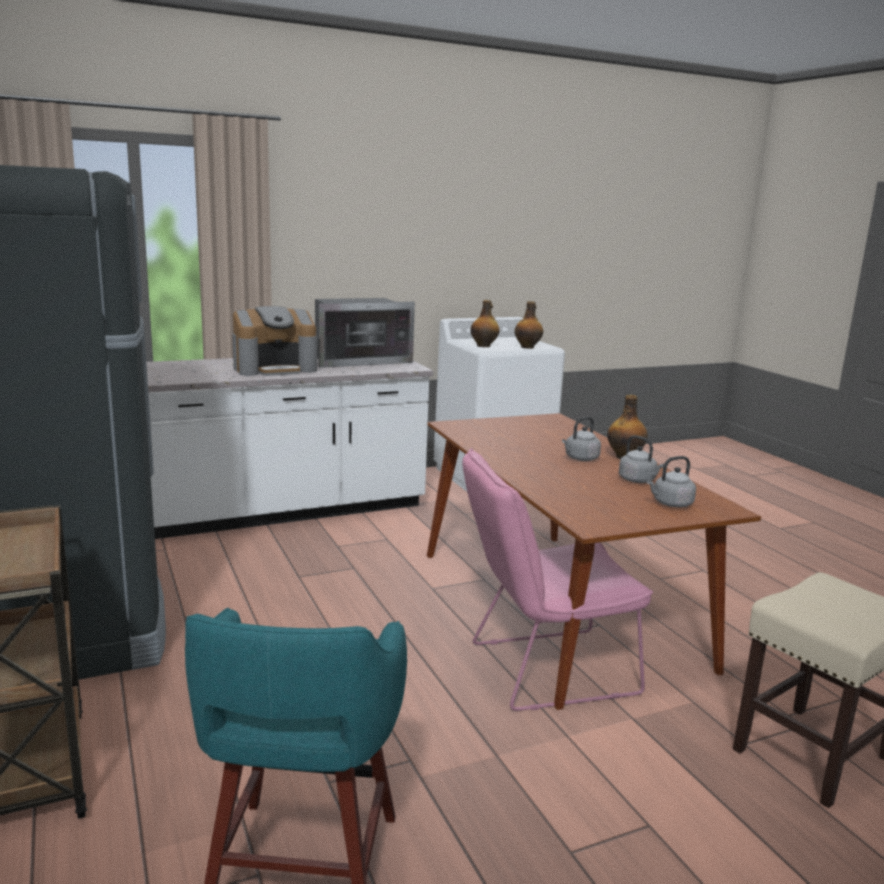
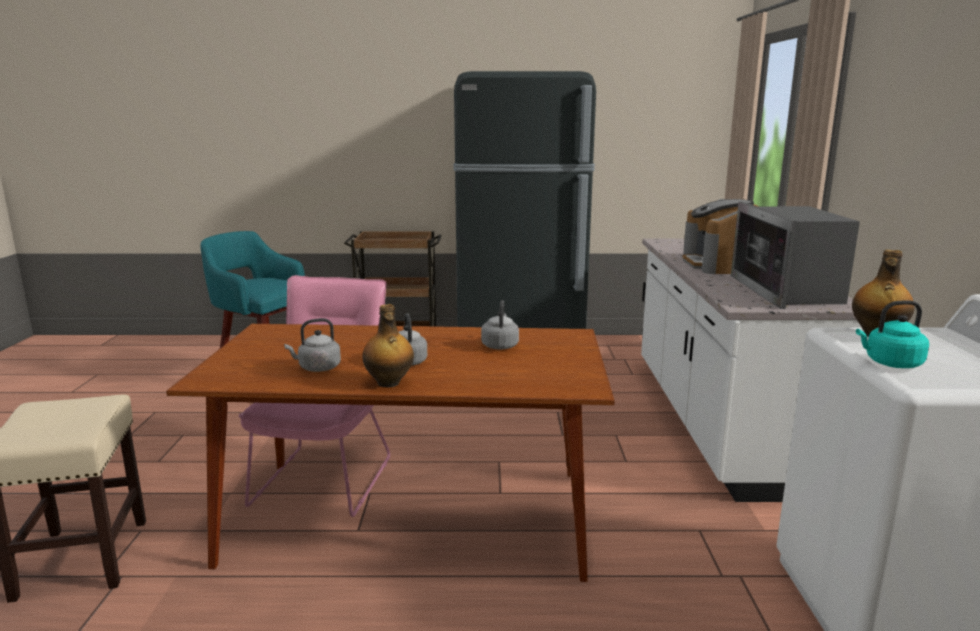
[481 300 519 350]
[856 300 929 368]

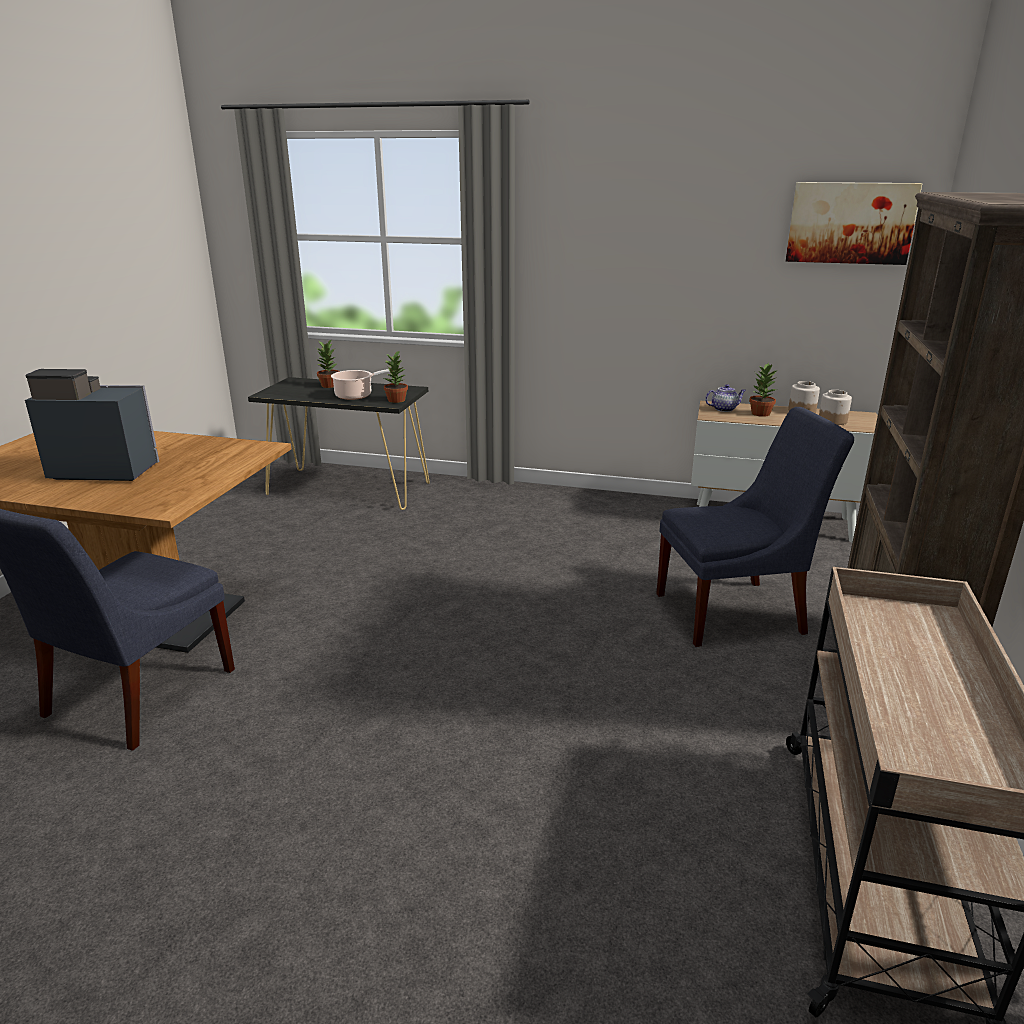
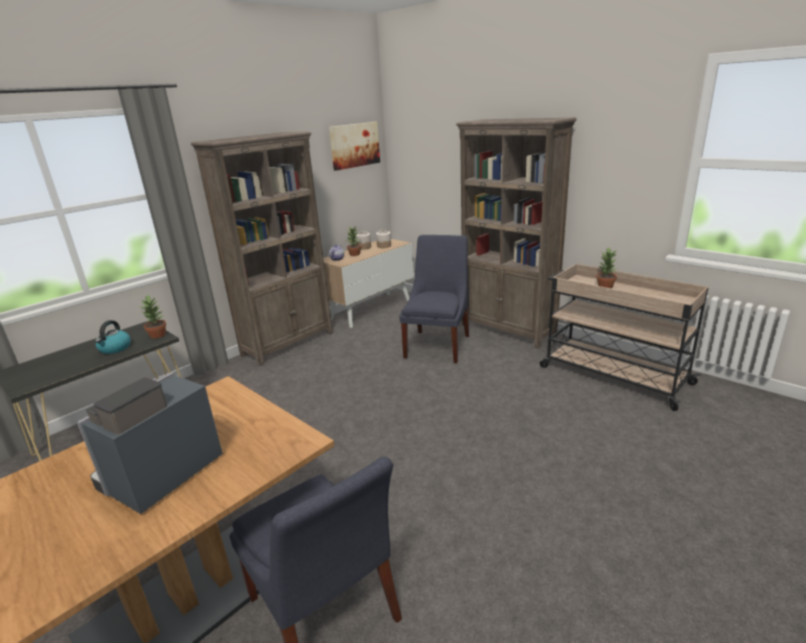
[191 132 334 366]
[596 247 618 288]
[95 320 131 354]

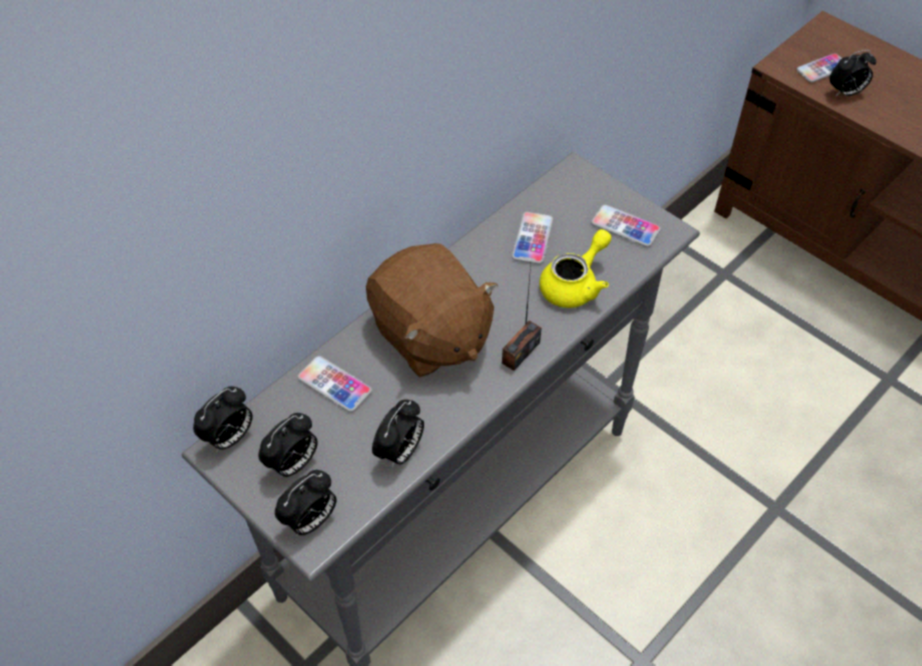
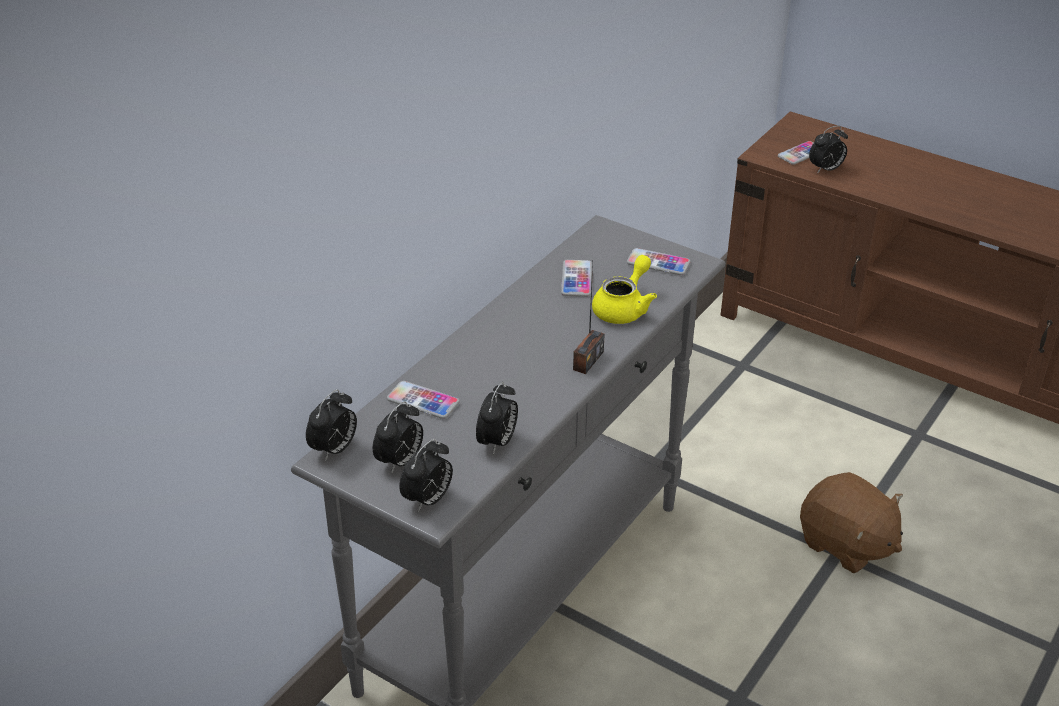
[800 472 903 573]

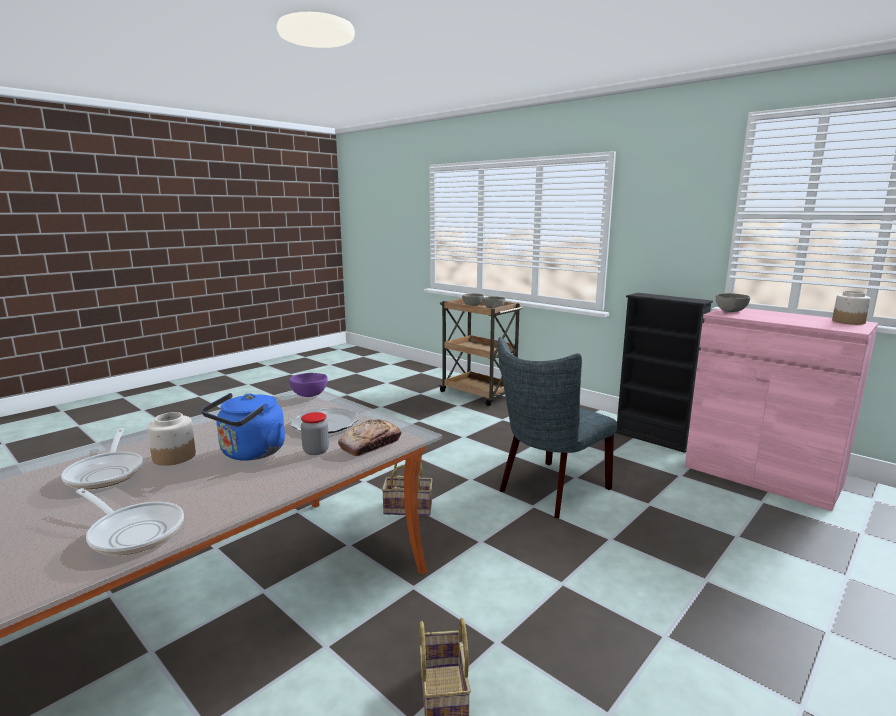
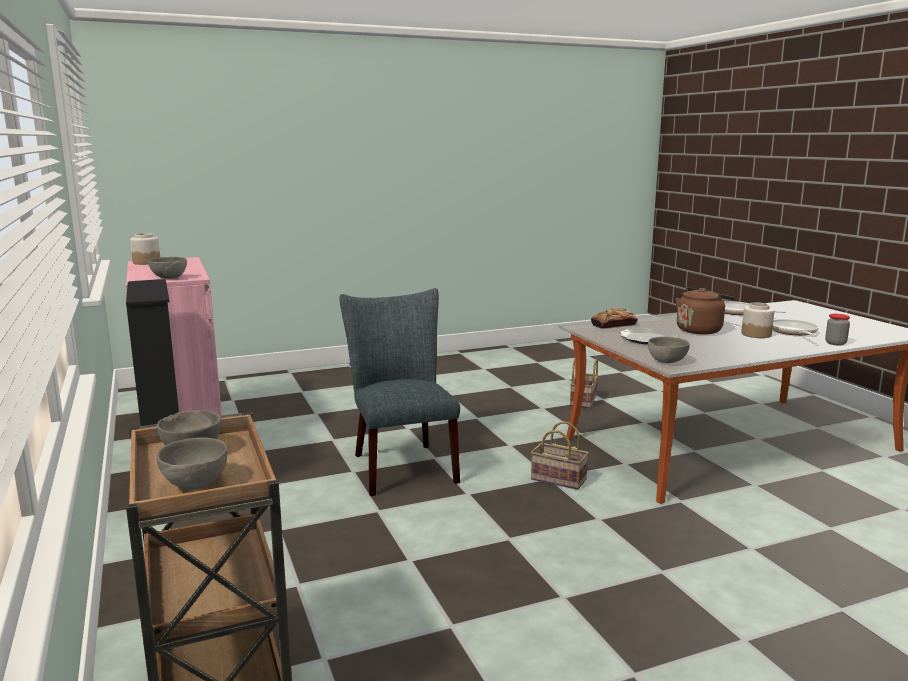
[825 314 850 345]
[676 287 735 334]
[648 337 690 363]
[340 288 460 496]

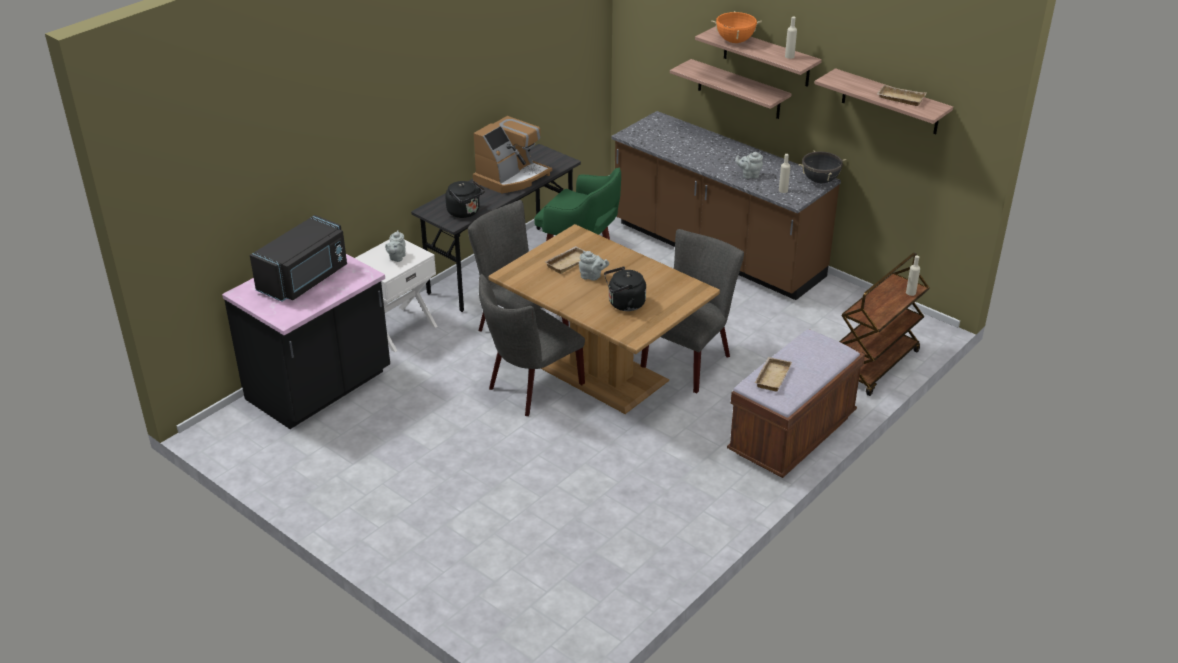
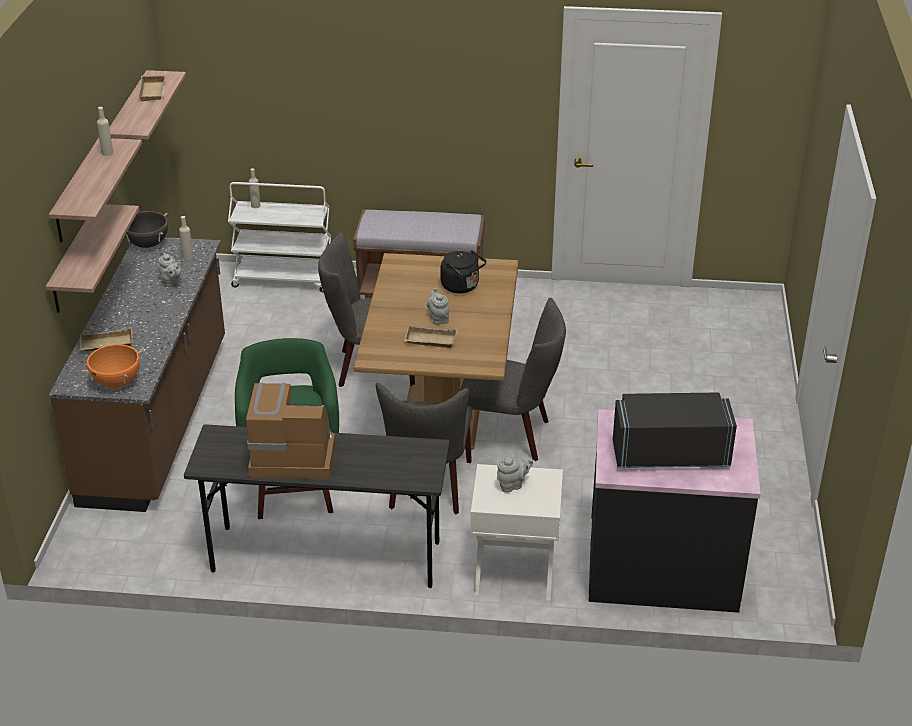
[445 180 485 218] (first image)
[82 344 144 388]
[80 327 133 352]
[228 182 331 292]

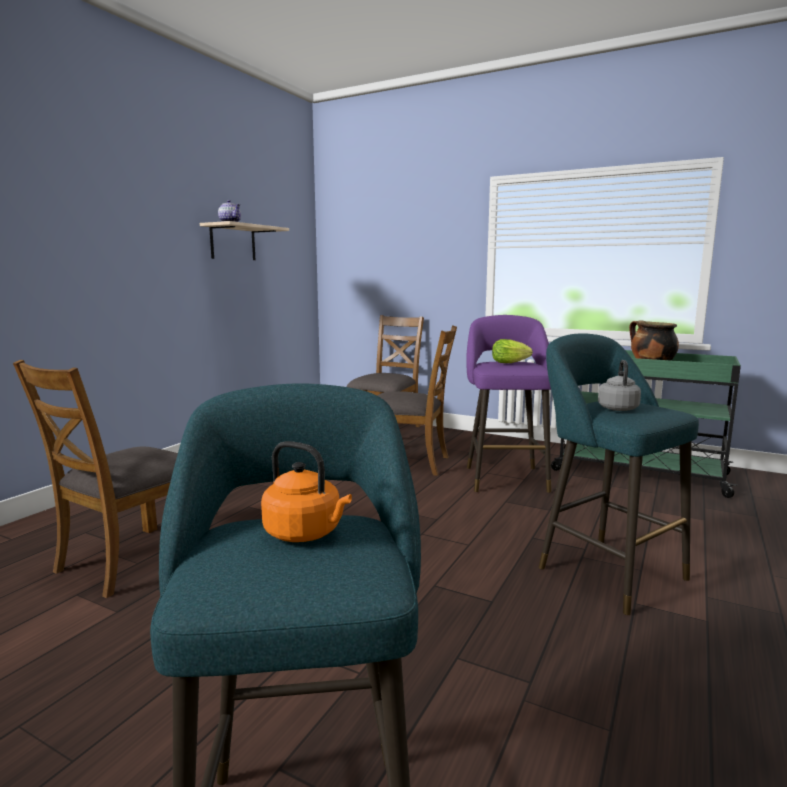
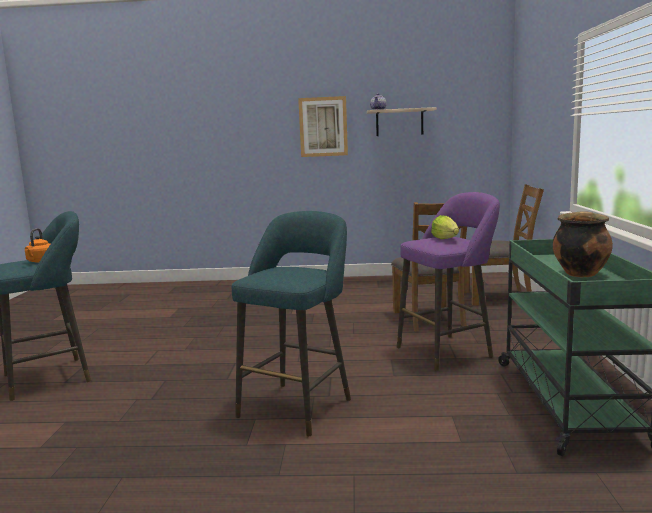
[13 360 178 598] (first image)
[598 360 641 411] (first image)
[298 96 348 157]

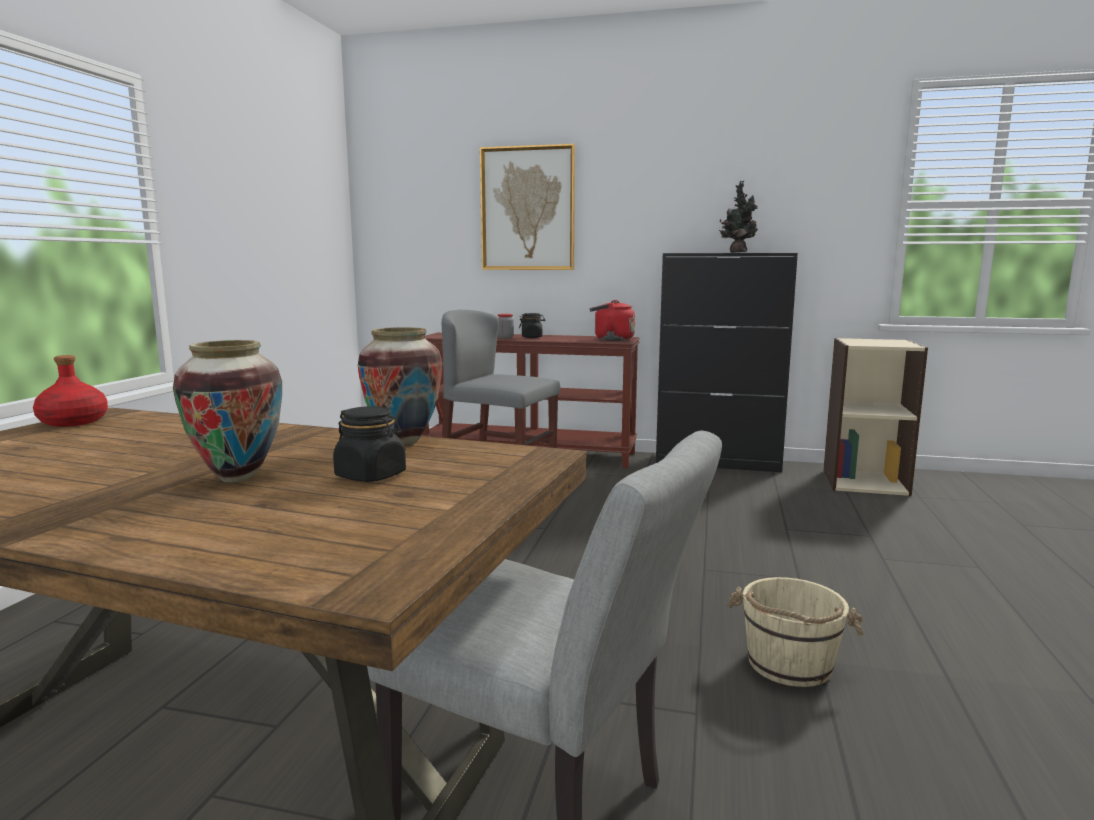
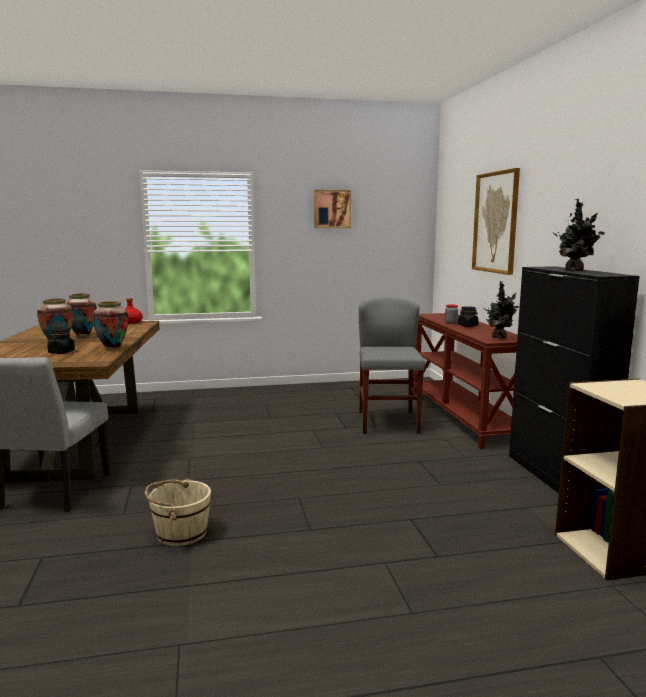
[65 294 97 337]
[314 190 352 228]
[484 282 519 339]

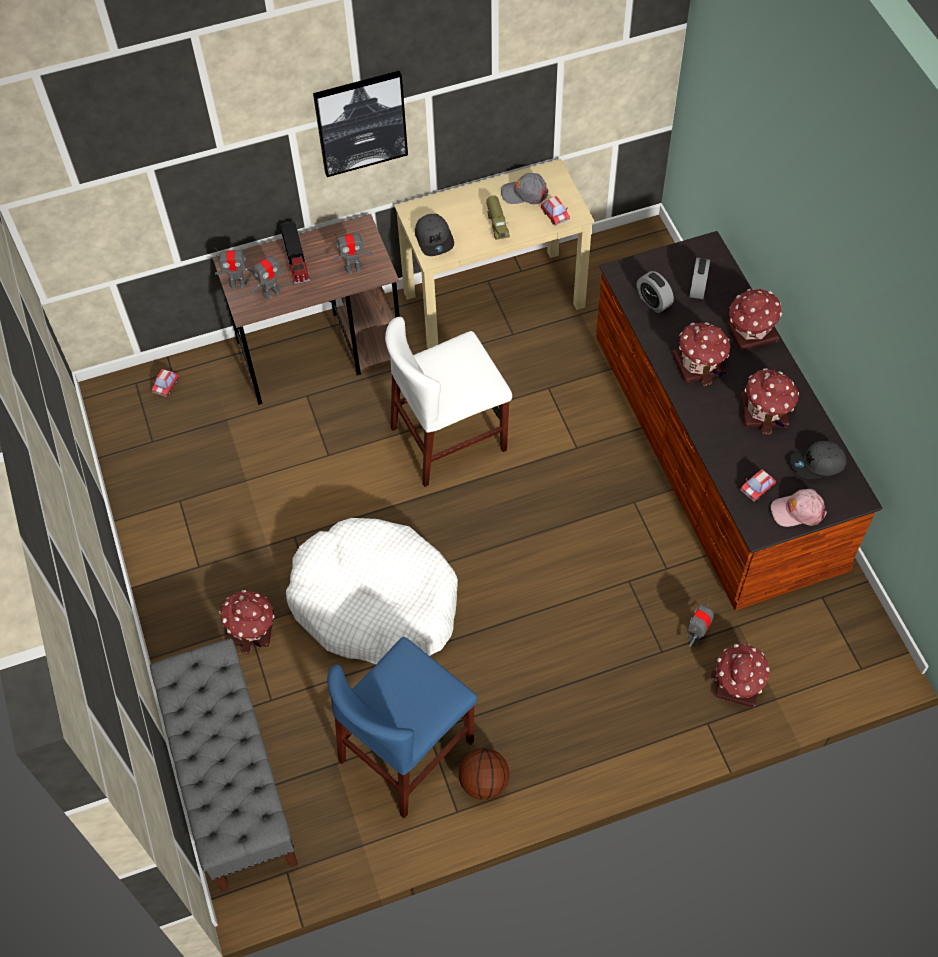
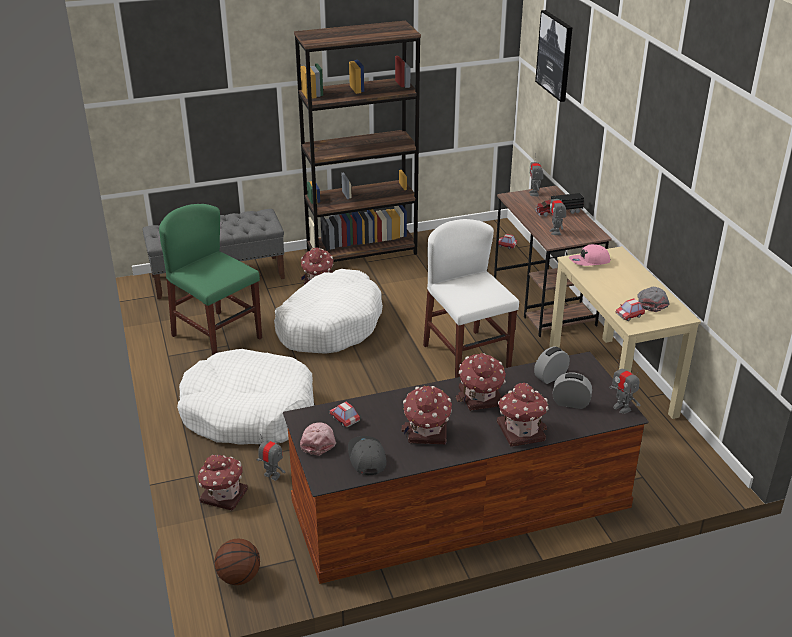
[486 195 510 240] (first image)
[177 349 314 445]
[294 21 421 262]
[609 359 640 414]
[535 10 572 102]
[214 539 260 585]
[159 204 262 355]
[569 244 610 266]

